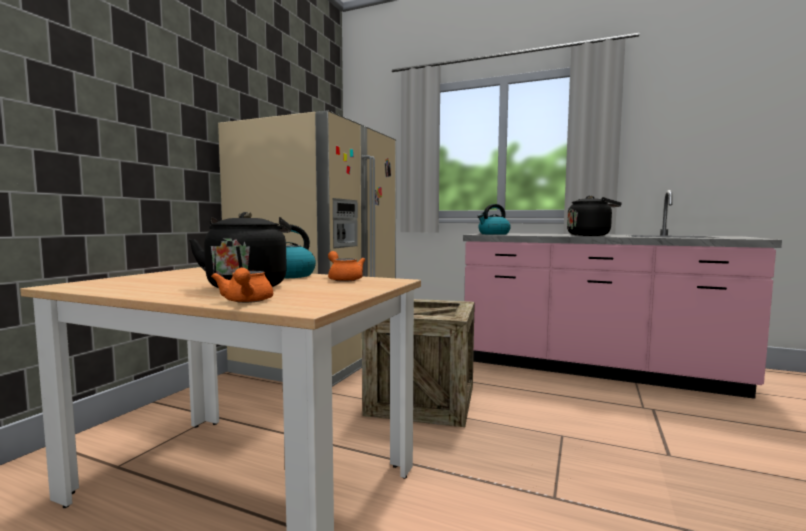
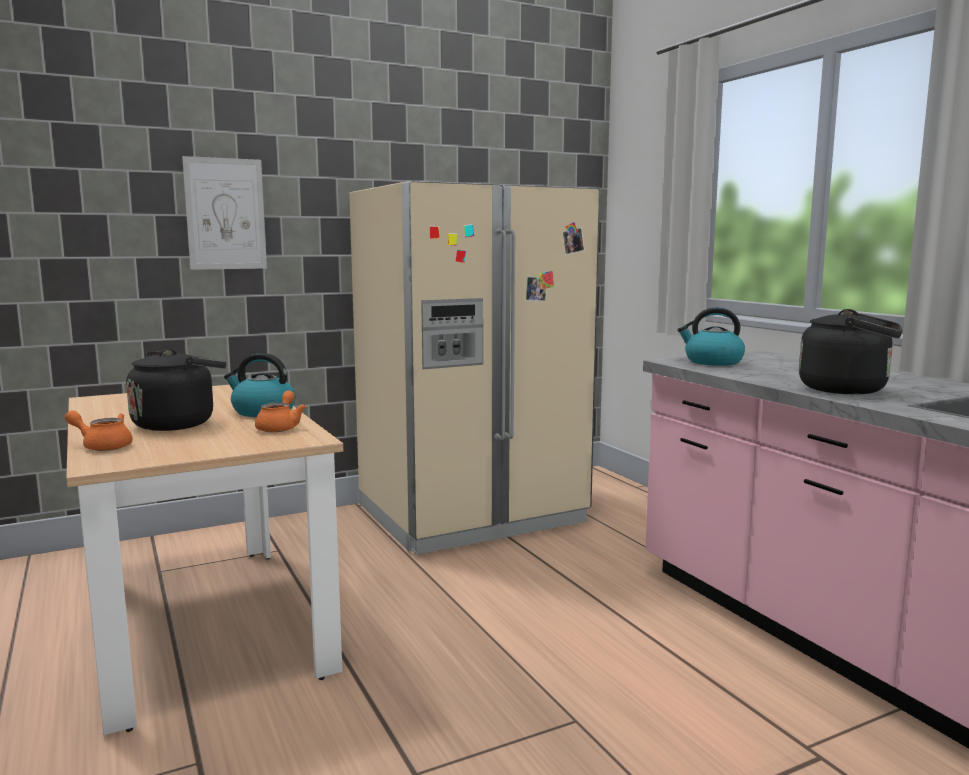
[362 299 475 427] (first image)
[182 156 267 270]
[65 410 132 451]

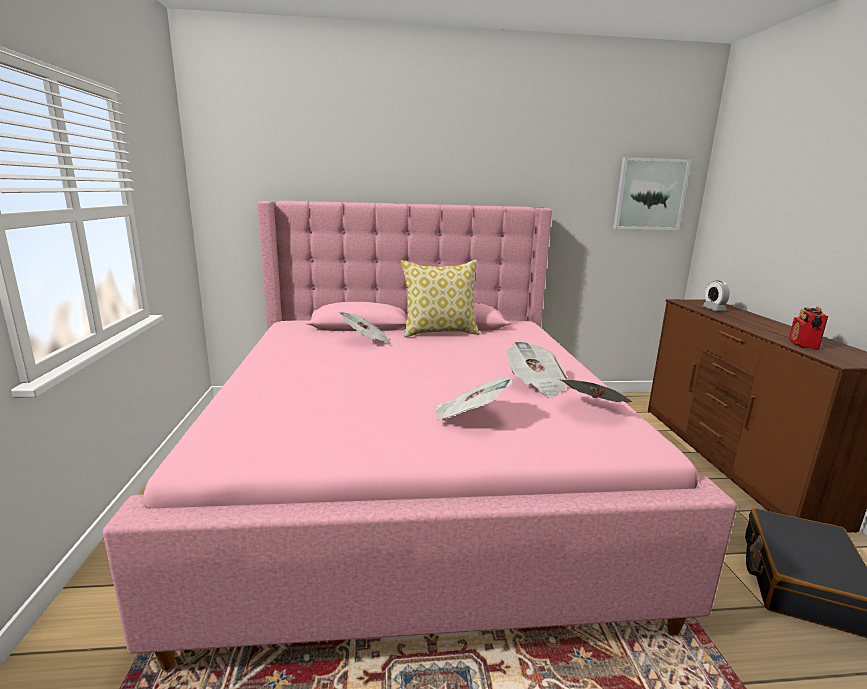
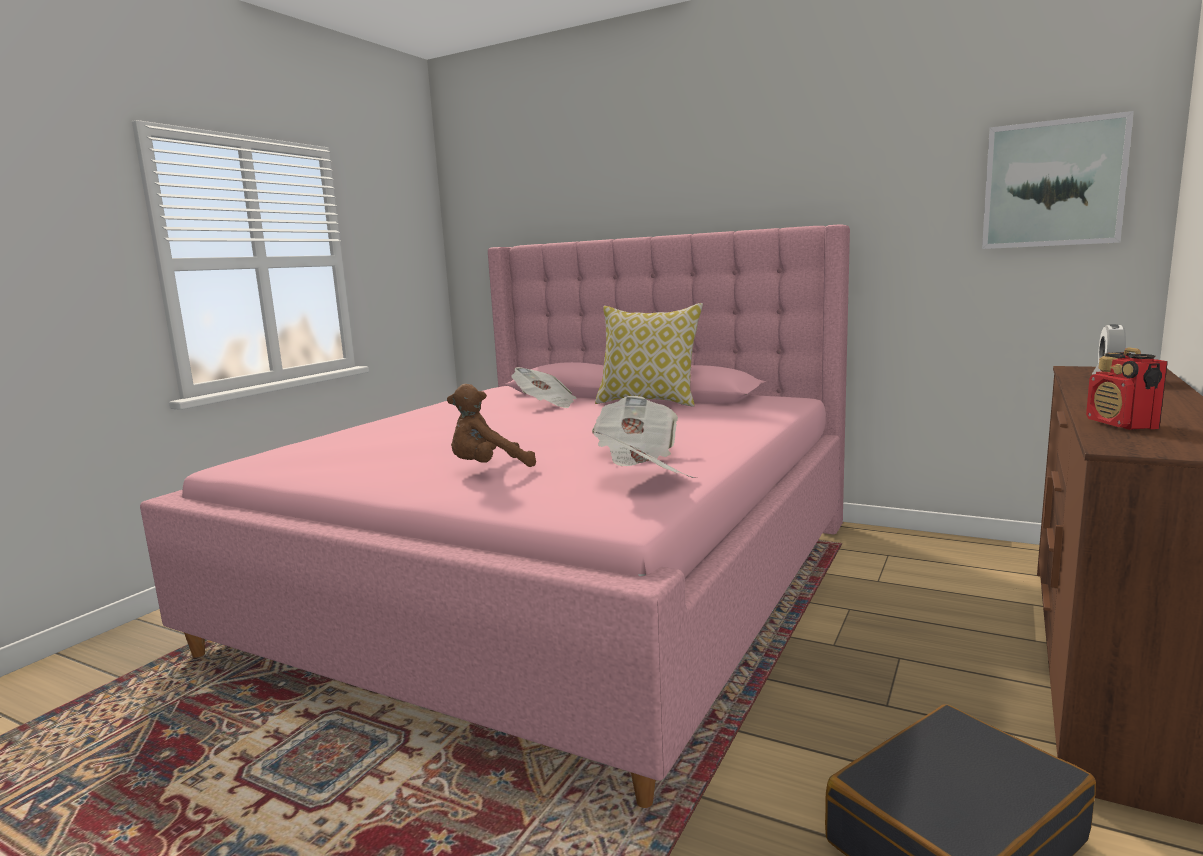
[447 384 536 467]
[1086 347 1168 430]

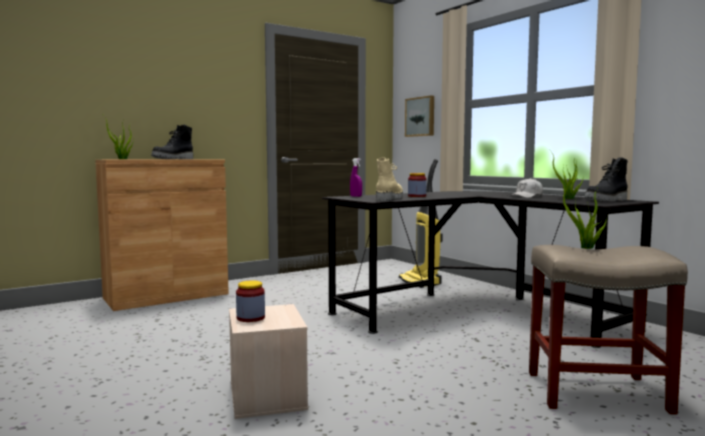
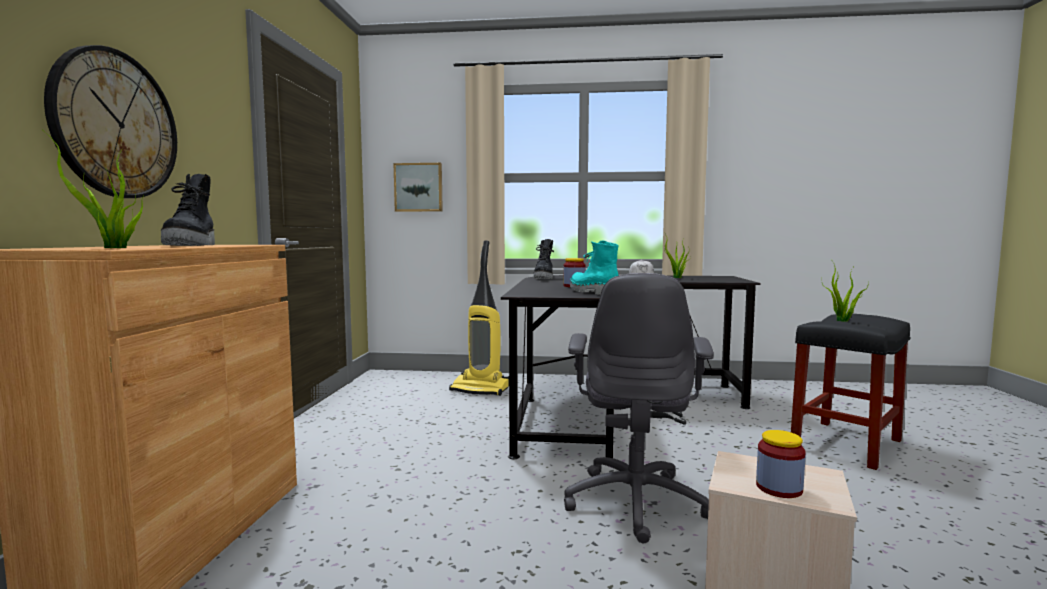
[350 158 362 197] (first image)
[44 45 177 198]
[564 273 714 543]
[533 239 554 279]
[570 240 619 295]
[791 314 911 470]

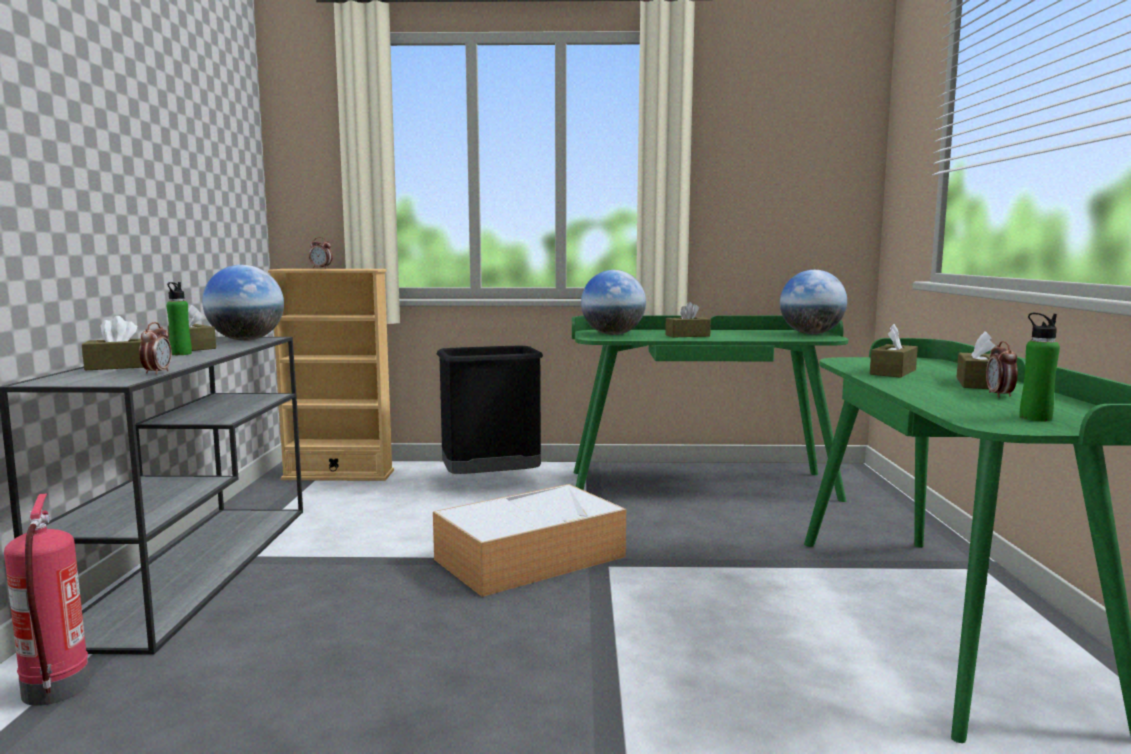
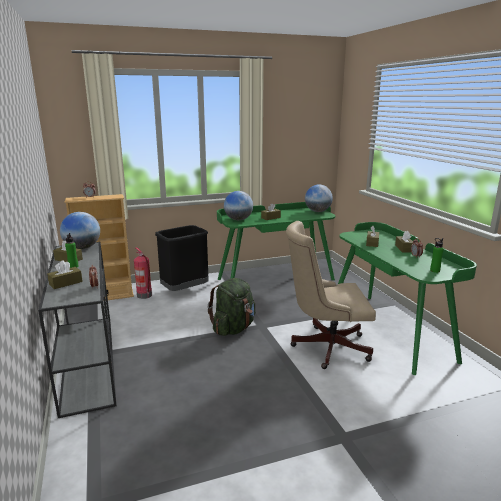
[286 221 376 369]
[134 247 152 299]
[208 278 255 336]

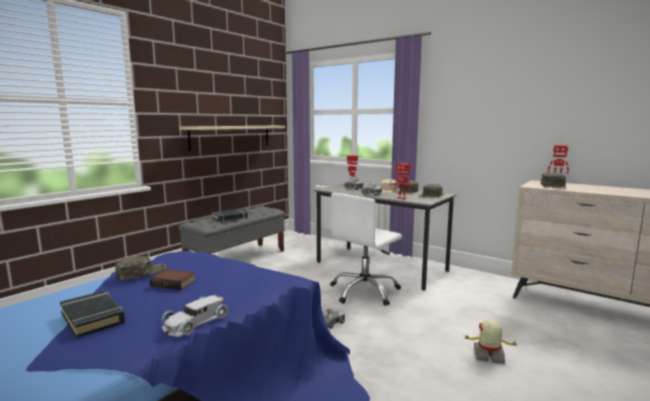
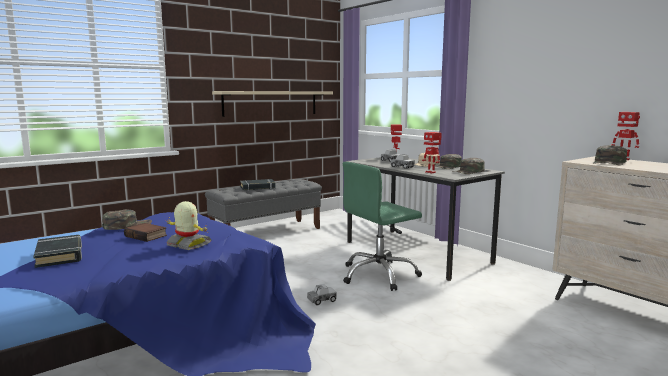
[161 295 228 337] (first image)
[167 201 212 250]
[343 162 422 291]

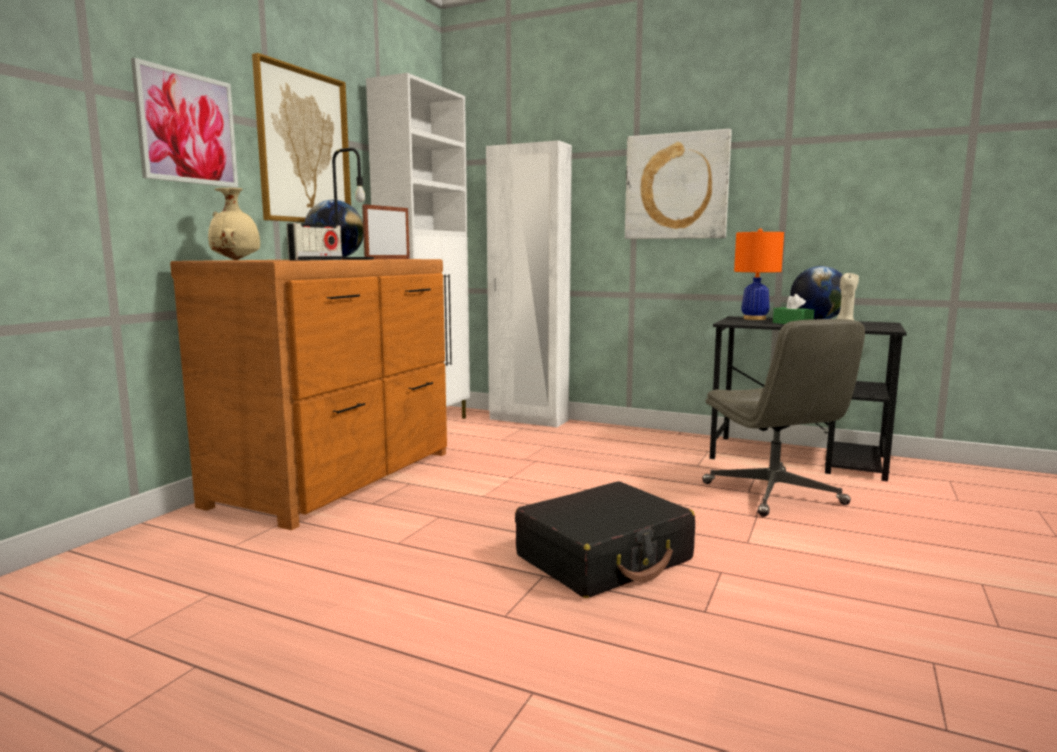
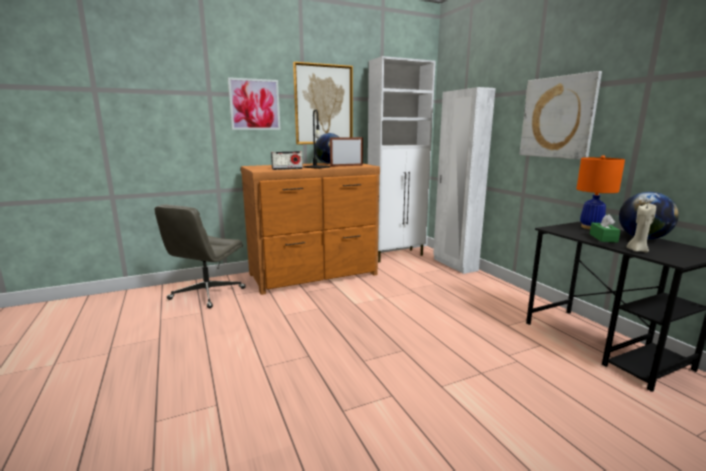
[208 188 260 260] (first image)
[515 482 695 598] (first image)
[155 205 246 308]

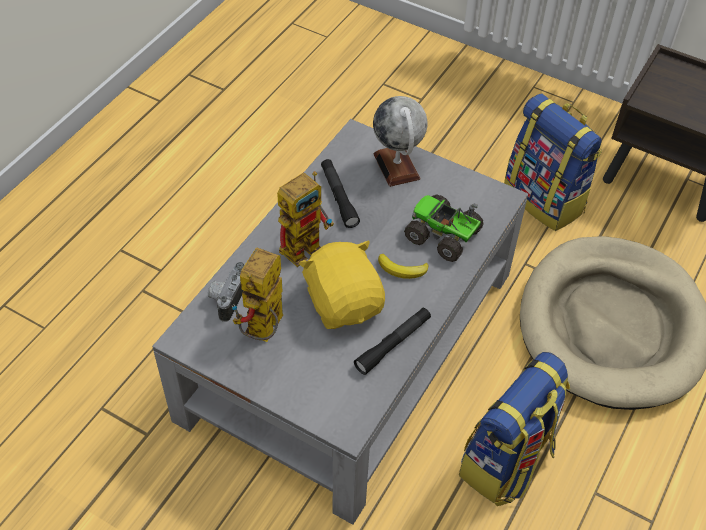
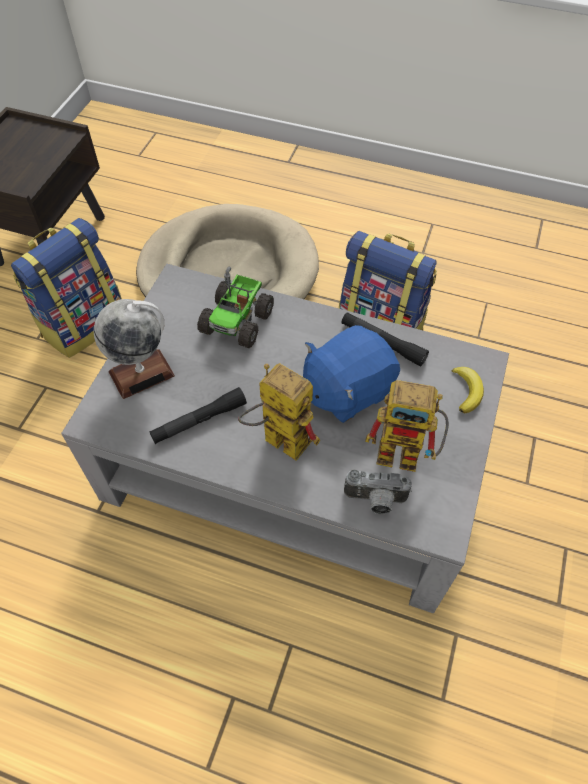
[452 367 484 413]
[303 325 400 423]

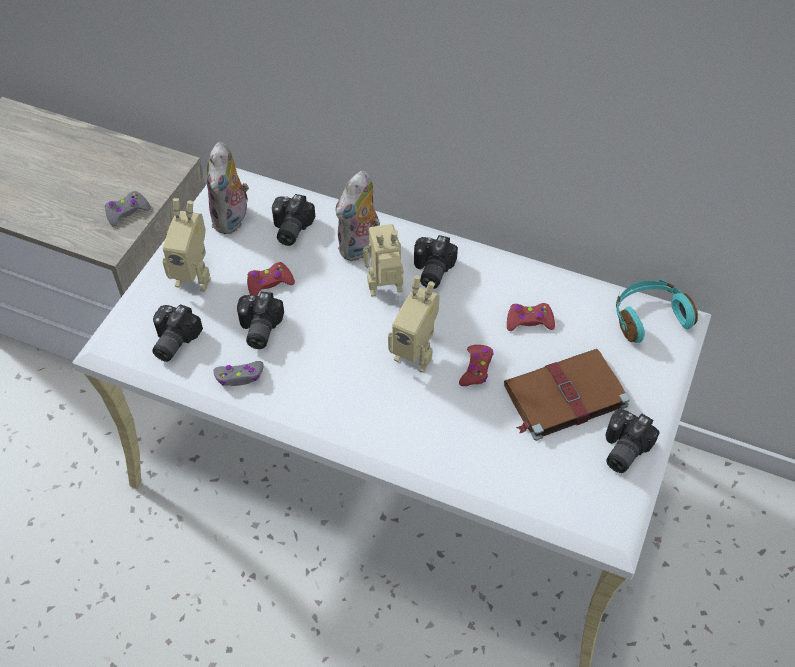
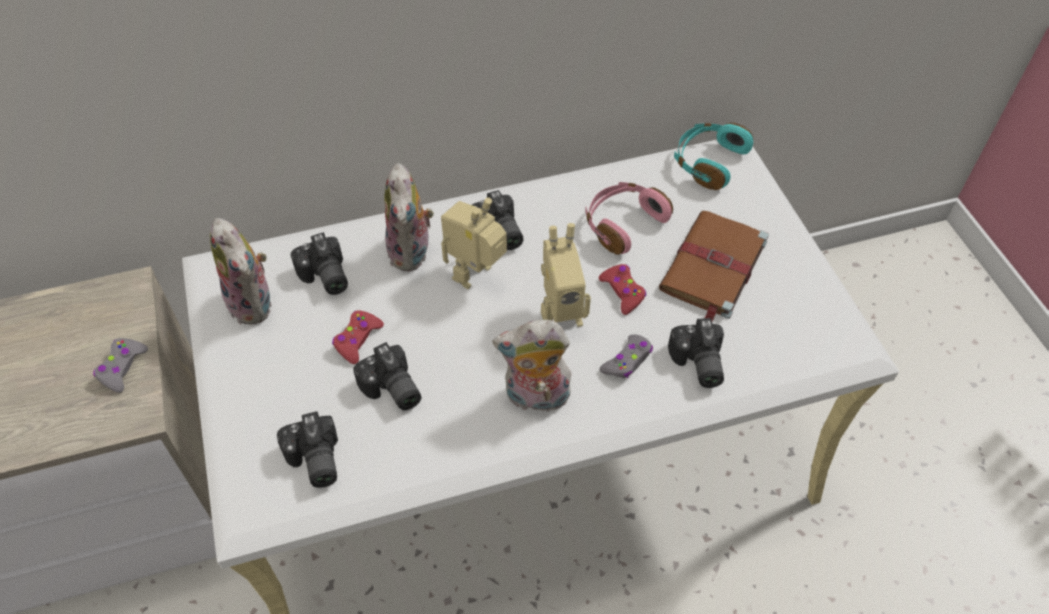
[162 198 211 292] (first image)
[493 320 574 412]
[599 334 653 378]
[668 318 724 388]
[585 182 673 255]

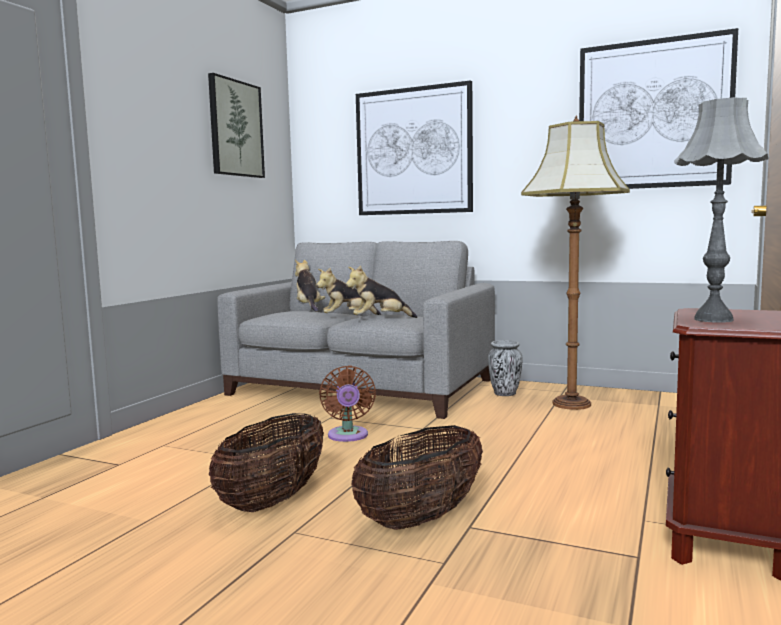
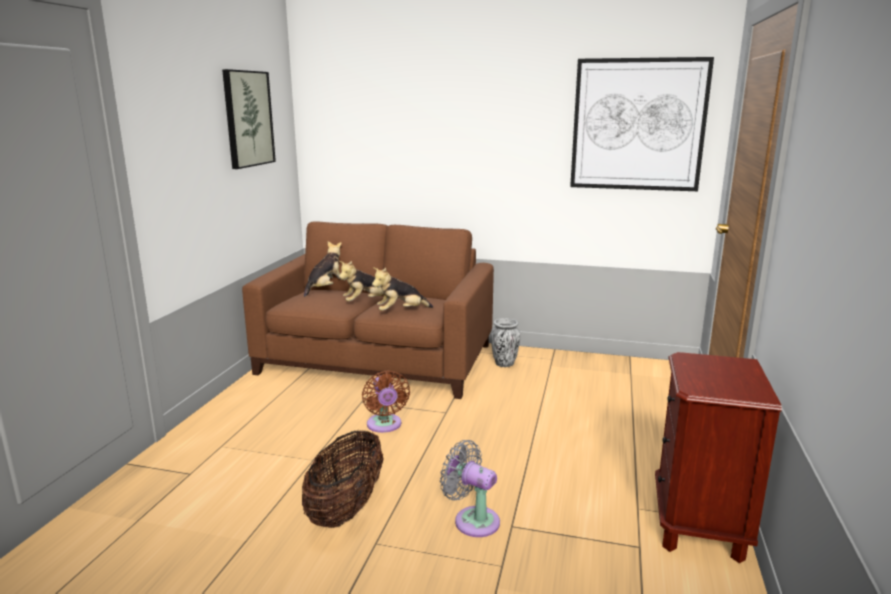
[356 80 473 215] (first image)
[521 116 630 410] (first image)
[674 97 769 323] (first image)
[440 440 500 537]
[242 221 494 399]
[304 241 343 297]

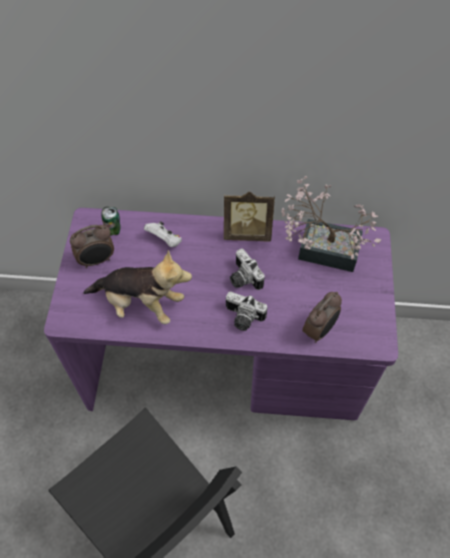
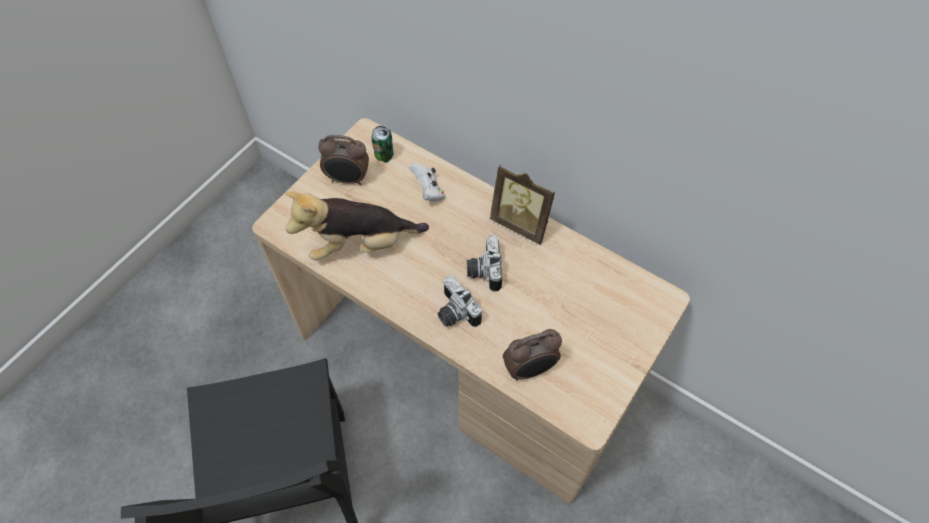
[282 176 381 272] (first image)
[252 118 690 504]
[285 191 429 261]

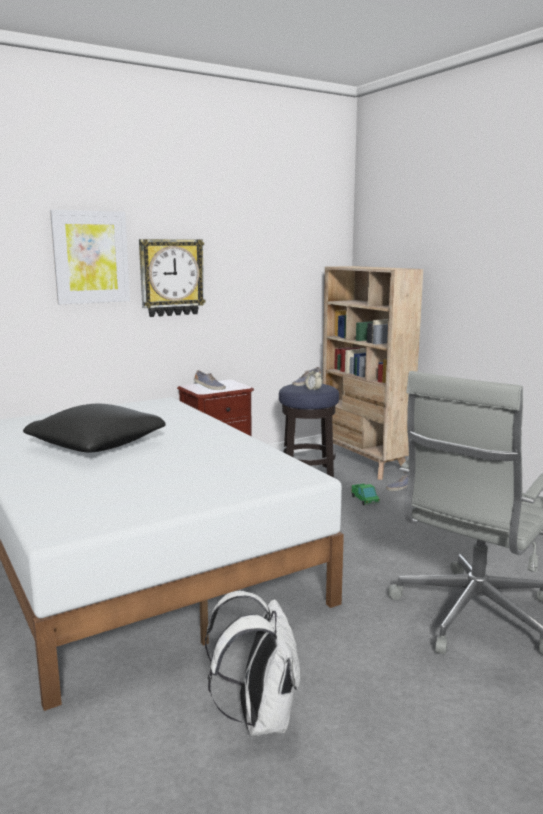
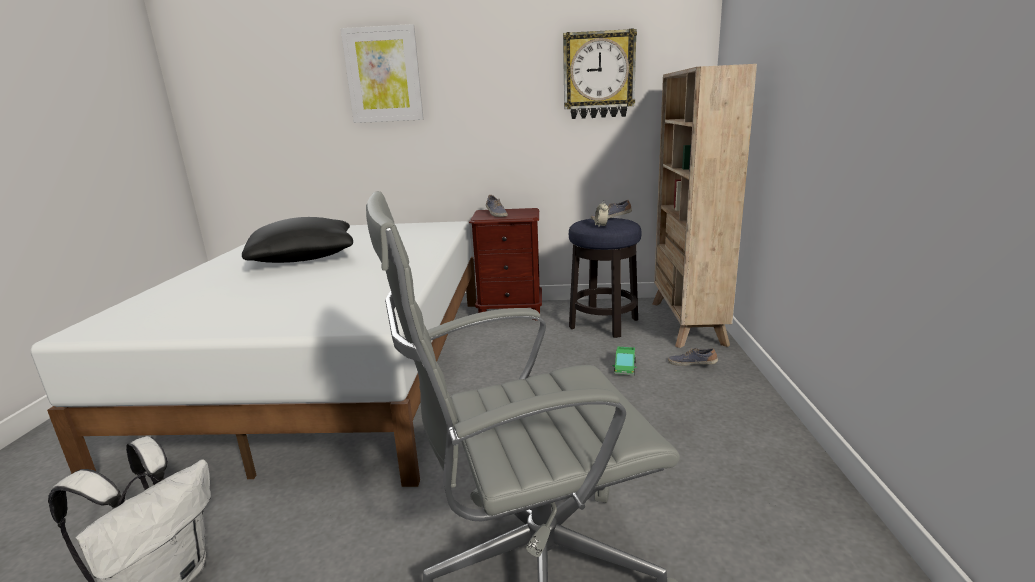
[563 28 637 119]

